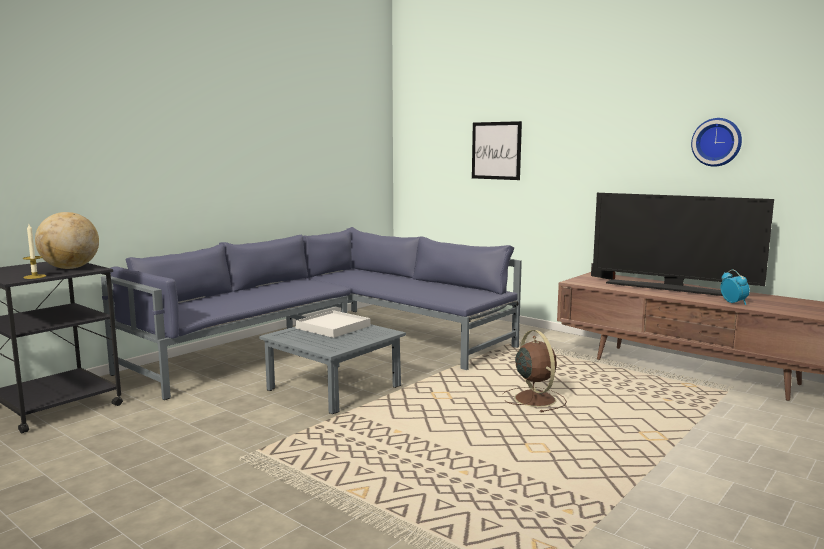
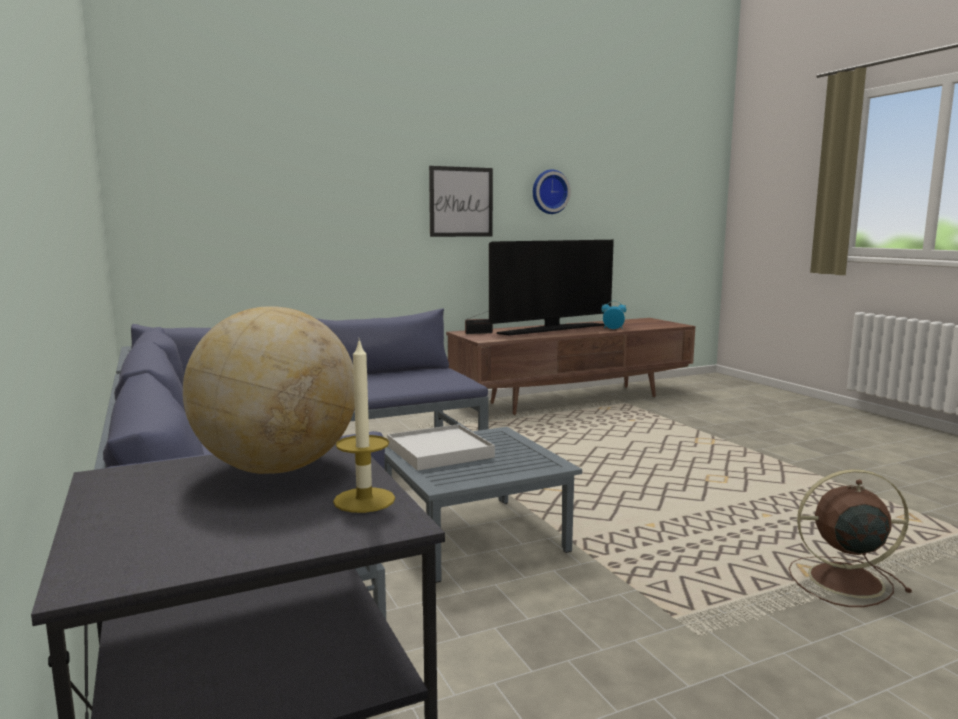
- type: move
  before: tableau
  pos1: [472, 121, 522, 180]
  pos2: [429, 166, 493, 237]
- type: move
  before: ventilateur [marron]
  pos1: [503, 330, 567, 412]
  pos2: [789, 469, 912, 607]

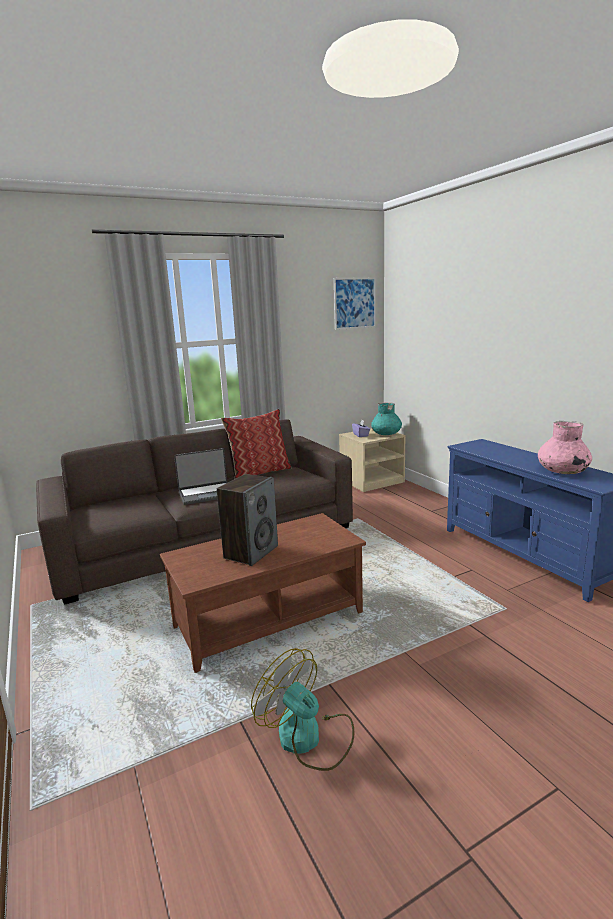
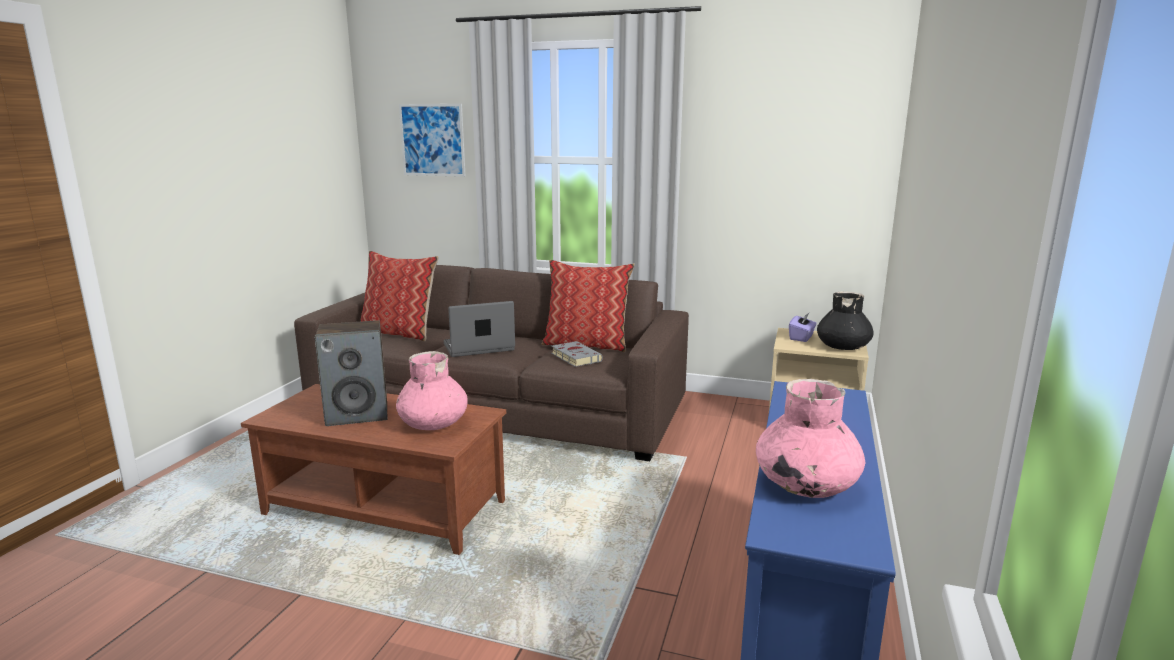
- type: move
  before: tableau
  pos1: [334, 277, 376, 330]
  pos2: [399, 104, 466, 177]
- type: recolor
  before: vase [turquoise]
  after: vase [noir]
  pos1: [371, 402, 402, 435]
  pos2: [817, 291, 874, 350]
- type: rotate
  before: ordinateur portable
  pos1: [174, 448, 227, 505]
  pos2: [444, 301, 515, 357]
  turn: 135
- type: delete
  before: ventilateur
  pos1: [251, 648, 355, 771]
- type: insert
  after: coussin
  pos2: [360, 251, 439, 342]
- type: insert
  after: livre [gris]
  pos2: [551, 341, 603, 367]
- type: insert
  after: vase [rose]
  pos2: [396, 351, 468, 430]

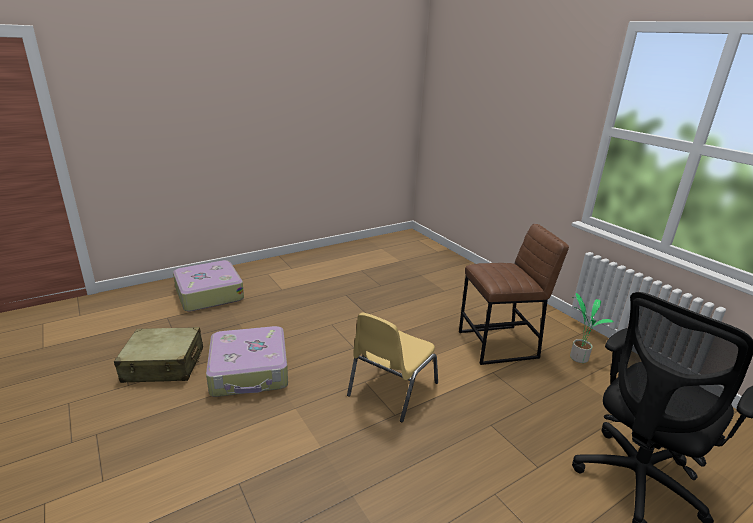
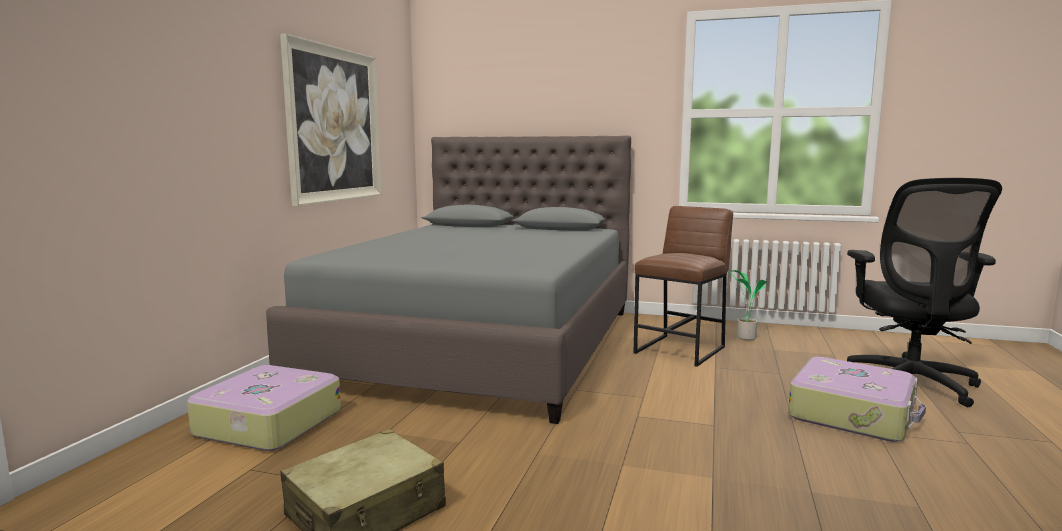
- type: delete
  before: chaise [jaune]
  pos1: [347, 313, 438, 422]
- type: move
  before: valise
  pos1: [206, 326, 288, 397]
  pos2: [788, 357, 926, 442]
- type: insert
  after: tableau
  pos2: [280, 33, 382, 206]
- type: insert
  after: lit [gris]
  pos2: [266, 136, 631, 424]

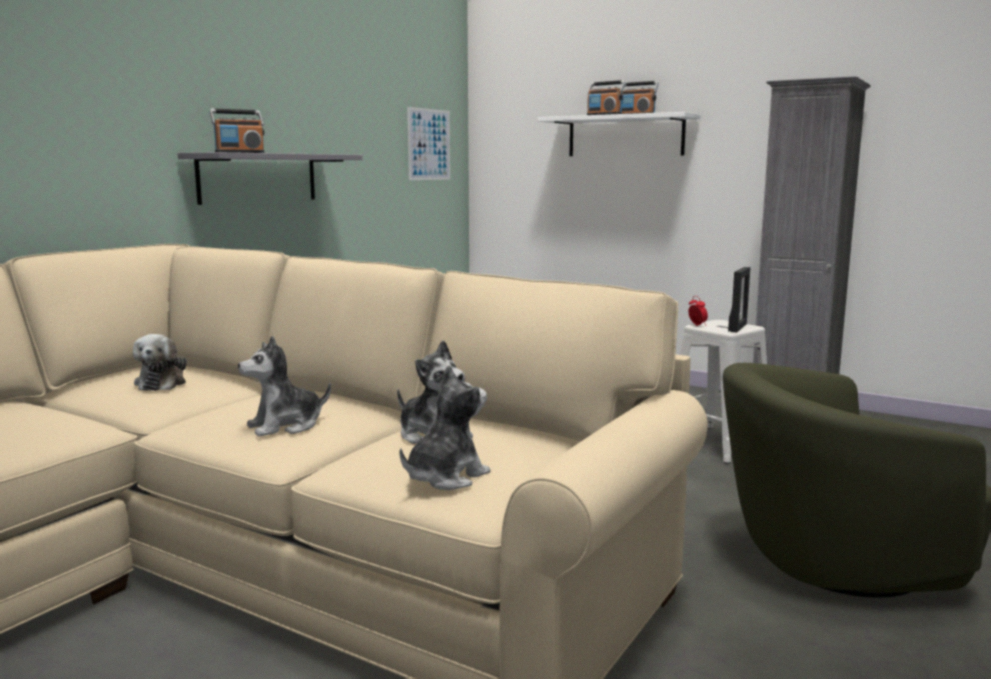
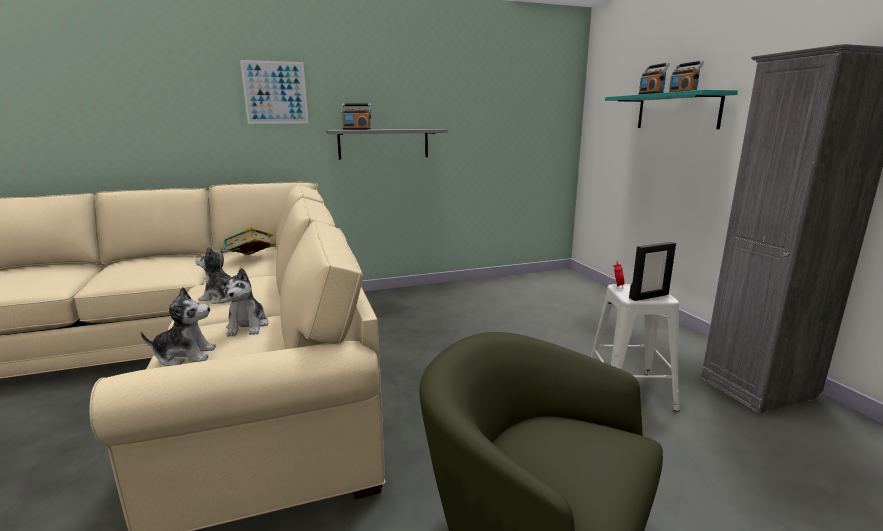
- type: move
  before: tableau
  pos1: [407, 107, 450, 180]
  pos2: [240, 60, 308, 124]
- type: recolor
  before: étagère [blanc]
  after: étagère [turquoise]
  pos1: [538, 112, 701, 156]
  pos2: [605, 90, 738, 129]
- type: replace
  before: peluche
  after: livre
  pos1: [133, 334, 187, 391]
  pos2: [224, 227, 276, 255]

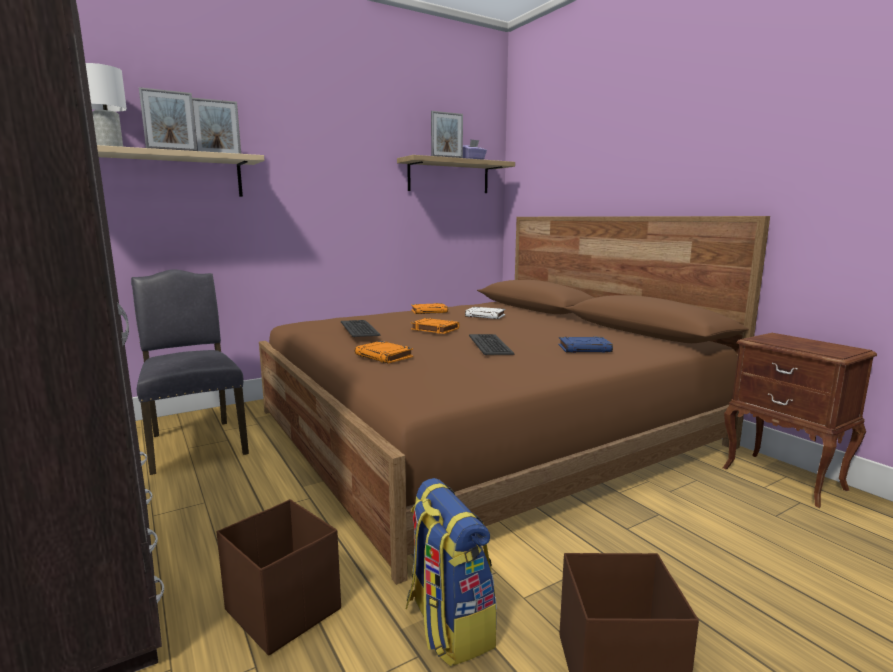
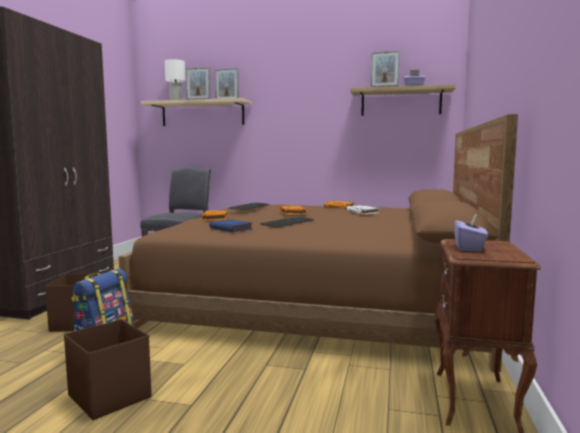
- type: move
  before: livre [bleu]
  pos1: [558, 336, 613, 353]
  pos2: [209, 219, 253, 232]
- type: insert
  after: boîte à mouchoirs [violet]
  pos2: [454, 214, 488, 251]

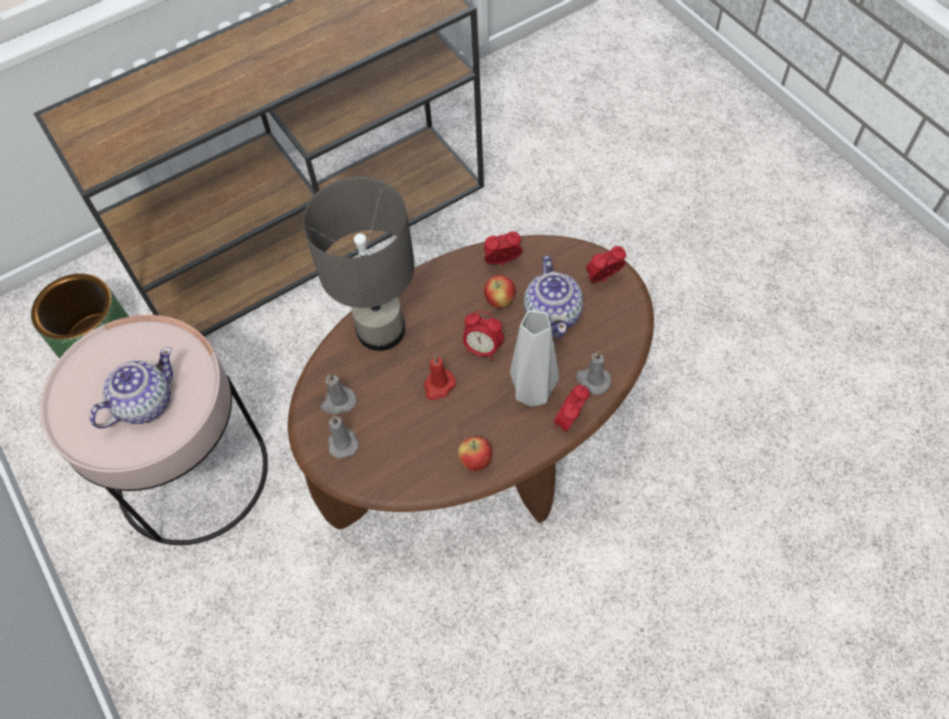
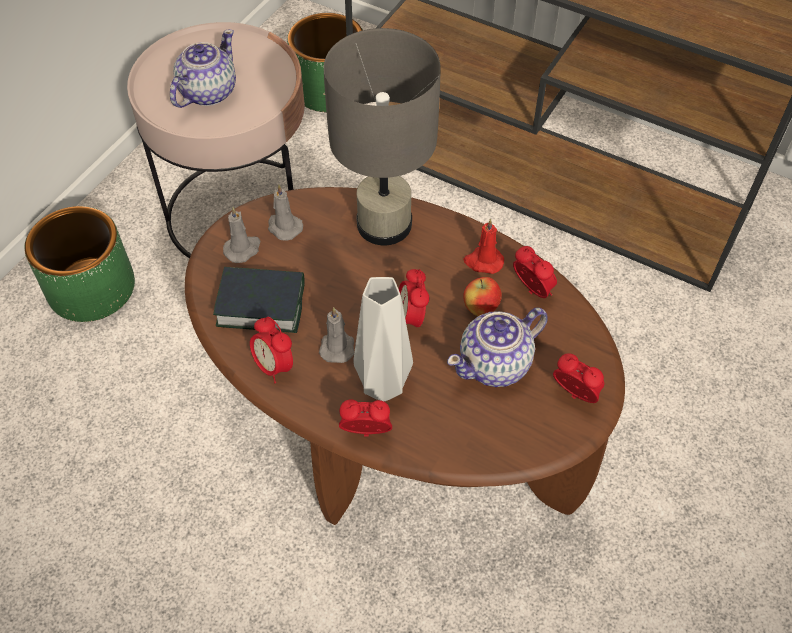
- type: rotate
  before: théière
  pos1: [89, 347, 173, 429]
  pos2: [170, 29, 236, 108]
  turn: -75
- type: move
  before: bougie [gris]
  pos1: [576, 351, 611, 395]
  pos2: [319, 307, 354, 363]
- type: move
  before: bougie [rouge]
  pos1: [424, 355, 456, 400]
  pos2: [463, 218, 504, 274]
- type: replace
  before: pomme
  after: réveil
  pos1: [458, 437, 492, 471]
  pos2: [250, 317, 293, 384]
- type: insert
  after: cache-pot [vert]
  pos2: [24, 206, 135, 322]
- type: insert
  after: livre
  pos2: [213, 267, 305, 333]

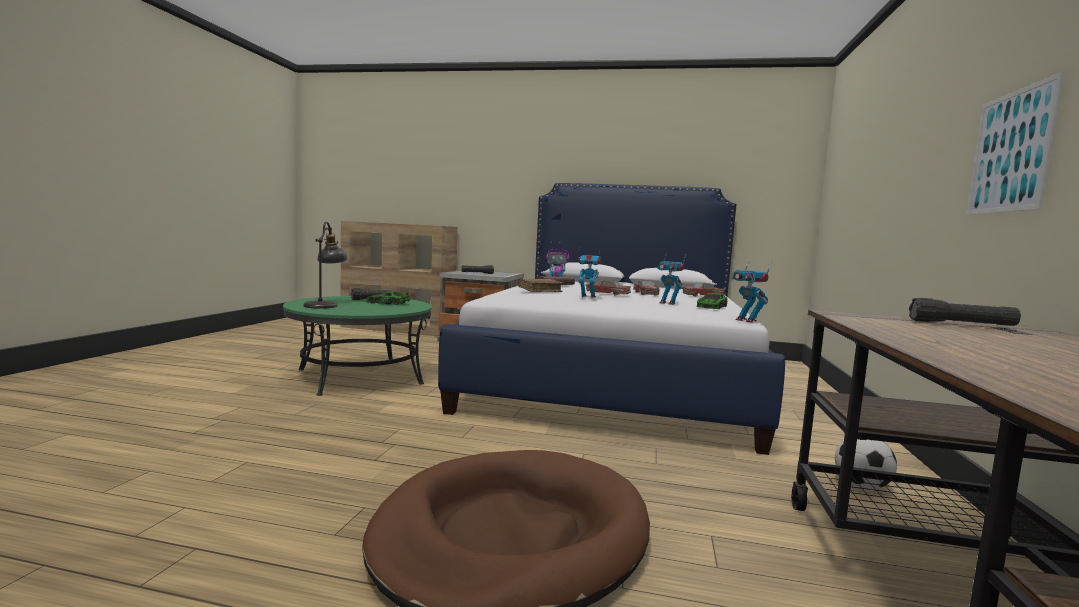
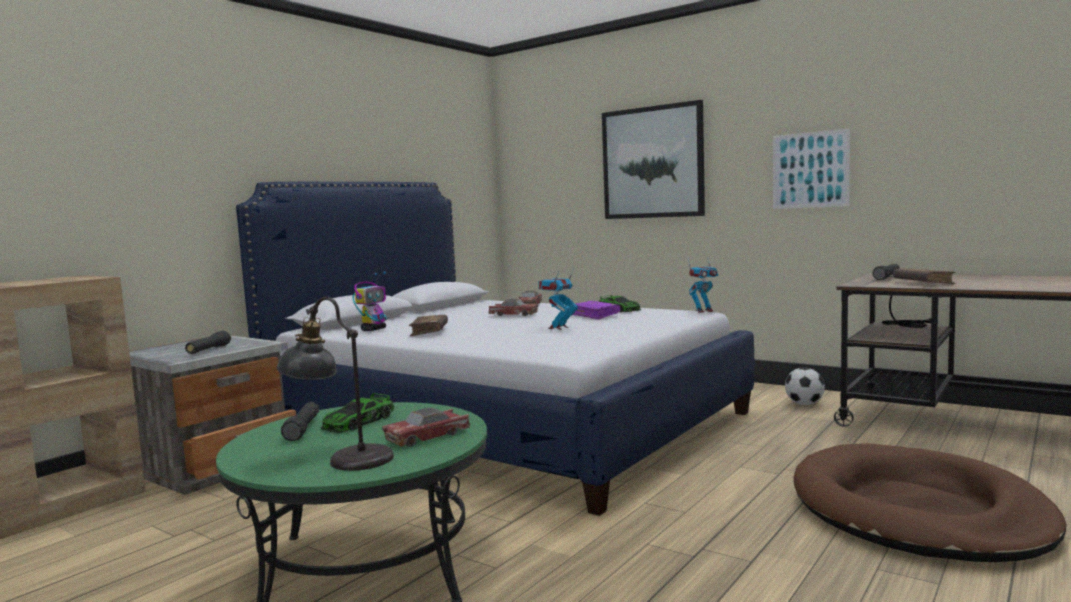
- type: replace
  before: robot jouet
  after: livre [violet]
  pos1: [657, 254, 686, 305]
  pos2: [573, 301, 620, 320]
- type: move
  before: livre [marron]
  pos1: [518, 279, 564, 292]
  pos2: [893, 268, 956, 284]
- type: move
  before: petite voiture
  pos1: [586, 280, 631, 296]
  pos2: [382, 408, 470, 447]
- type: insert
  after: tableau
  pos2: [602, 100, 705, 219]

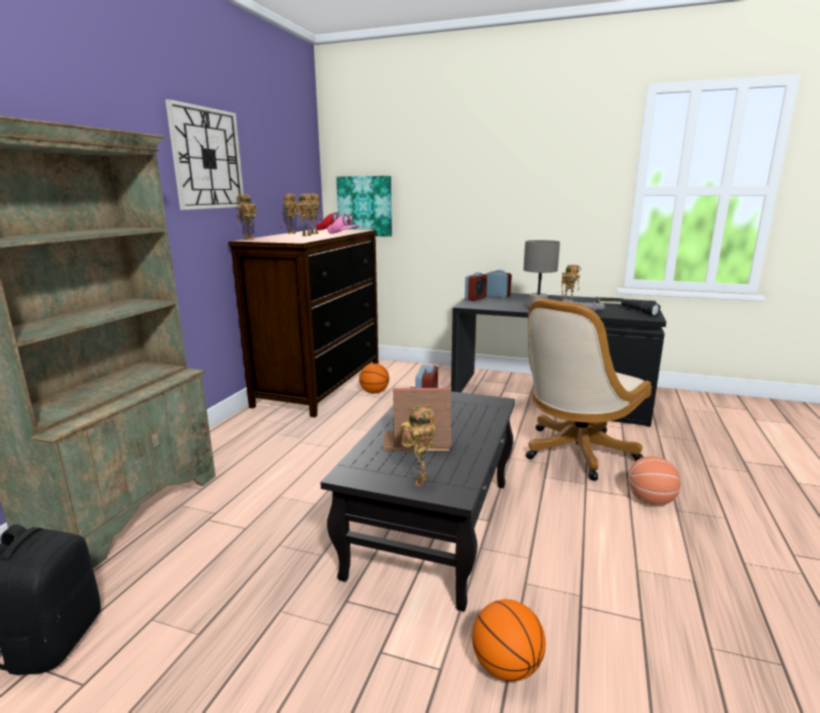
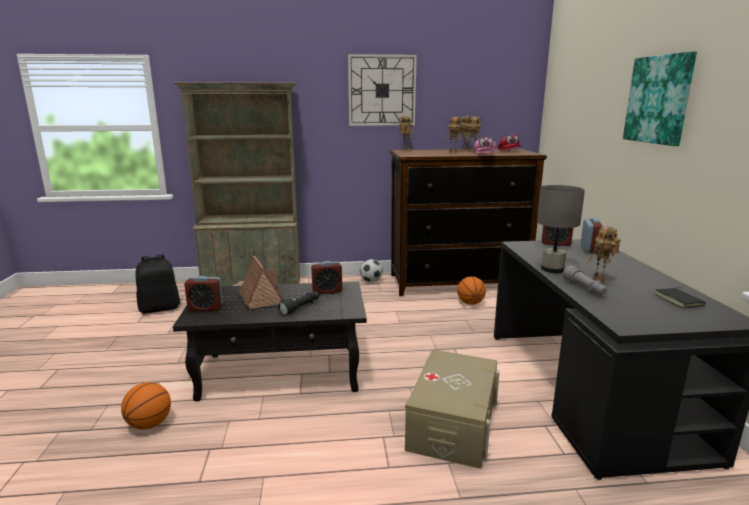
- type: move
  before: tableau
  pos1: [336, 176, 392, 237]
  pos2: [623, 51, 697, 146]
- type: replace
  before: chaise de bureau
  after: boîte de rangement [beige]
  pos1: [526, 298, 652, 481]
  pos2: [405, 350, 499, 469]
- type: move
  before: lampe de poche [noir]
  pos1: [621, 299, 660, 316]
  pos2: [278, 291, 320, 316]
- type: replace
  before: robot jouet
  after: réveil
  pos1: [401, 405, 436, 487]
  pos2: [184, 276, 223, 311]
- type: delete
  before: ballon de basket
  pos1: [628, 456, 681, 506]
- type: insert
  after: ballon de foot
  pos2: [360, 259, 383, 282]

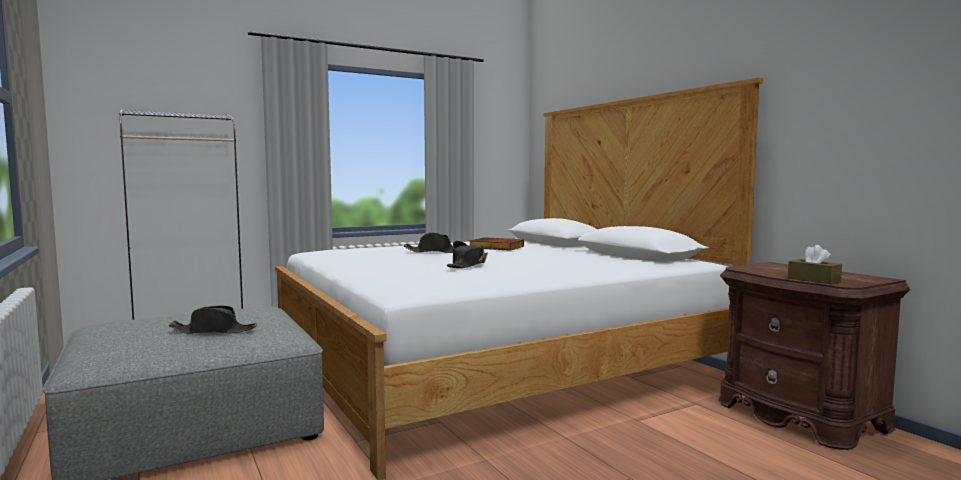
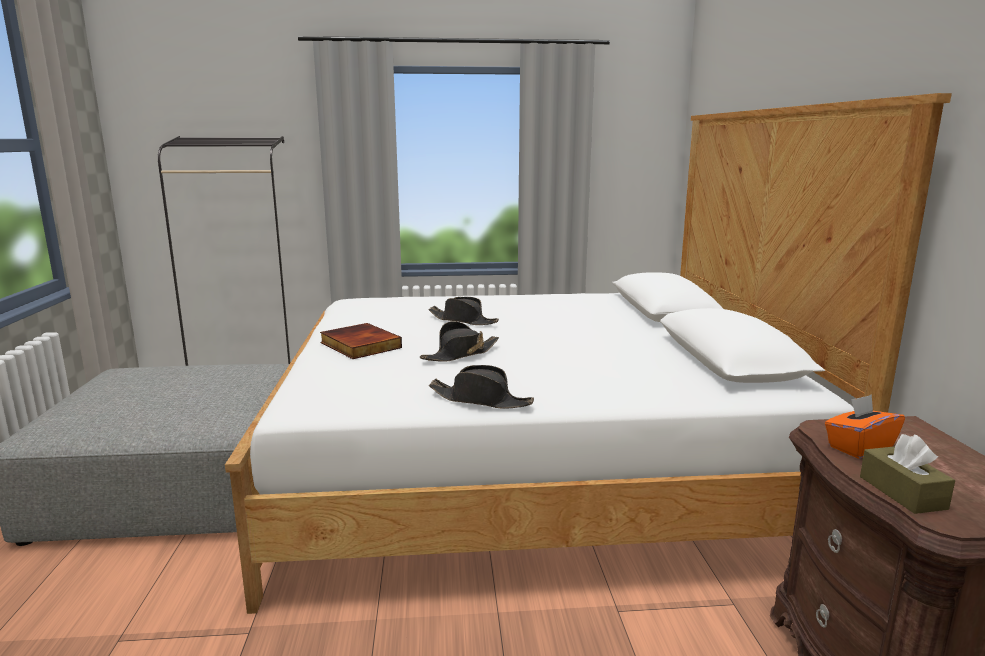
- type: move
  before: livre
  pos1: [470, 237, 524, 251]
  pos2: [320, 323, 402, 359]
- type: move
  before: chapeau [noir]
  pos1: [168, 305, 257, 334]
  pos2: [429, 365, 534, 409]
- type: insert
  after: boîte à mouchoirs [orange]
  pos2: [825, 394, 905, 459]

